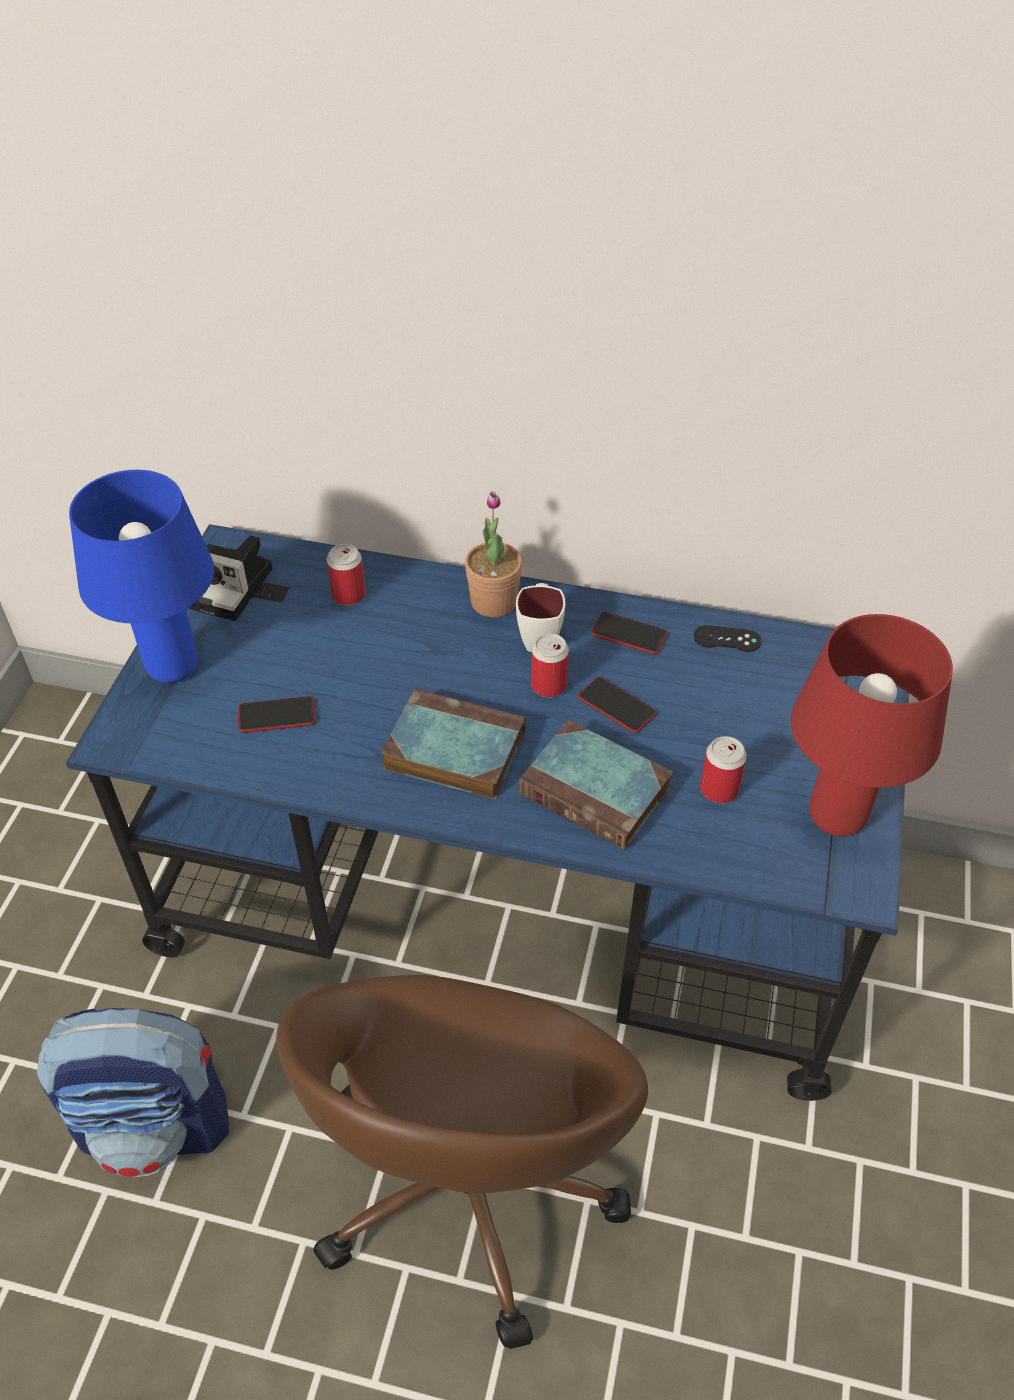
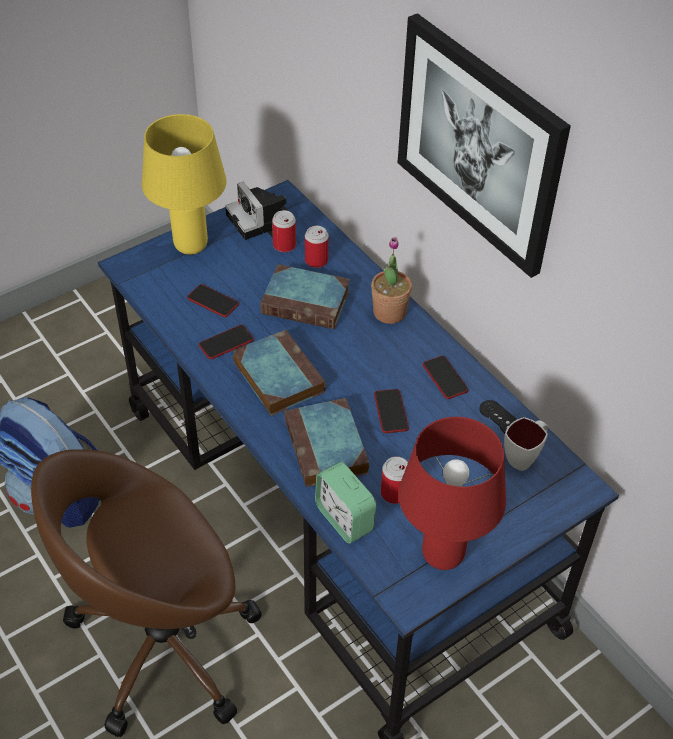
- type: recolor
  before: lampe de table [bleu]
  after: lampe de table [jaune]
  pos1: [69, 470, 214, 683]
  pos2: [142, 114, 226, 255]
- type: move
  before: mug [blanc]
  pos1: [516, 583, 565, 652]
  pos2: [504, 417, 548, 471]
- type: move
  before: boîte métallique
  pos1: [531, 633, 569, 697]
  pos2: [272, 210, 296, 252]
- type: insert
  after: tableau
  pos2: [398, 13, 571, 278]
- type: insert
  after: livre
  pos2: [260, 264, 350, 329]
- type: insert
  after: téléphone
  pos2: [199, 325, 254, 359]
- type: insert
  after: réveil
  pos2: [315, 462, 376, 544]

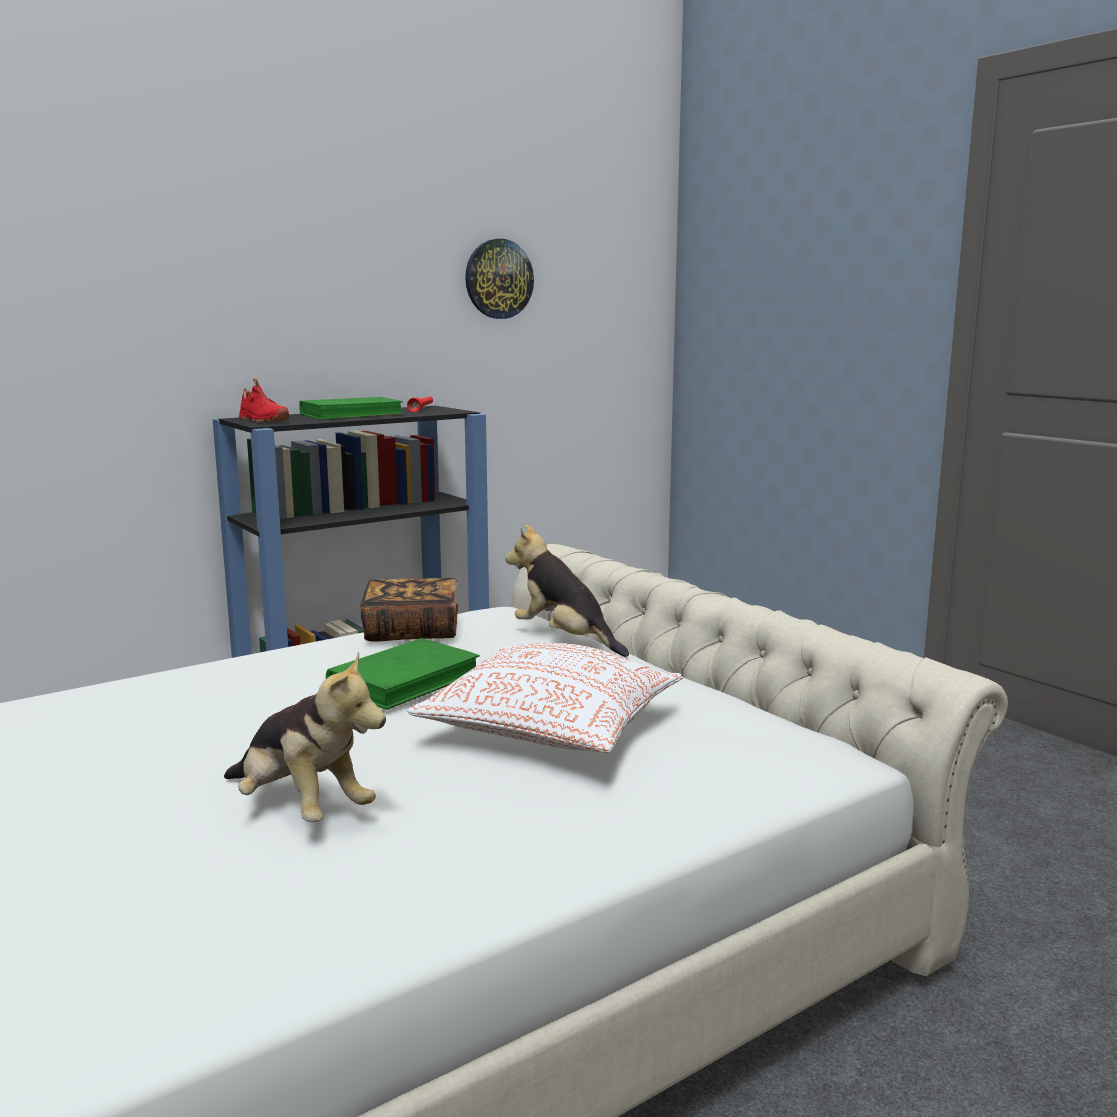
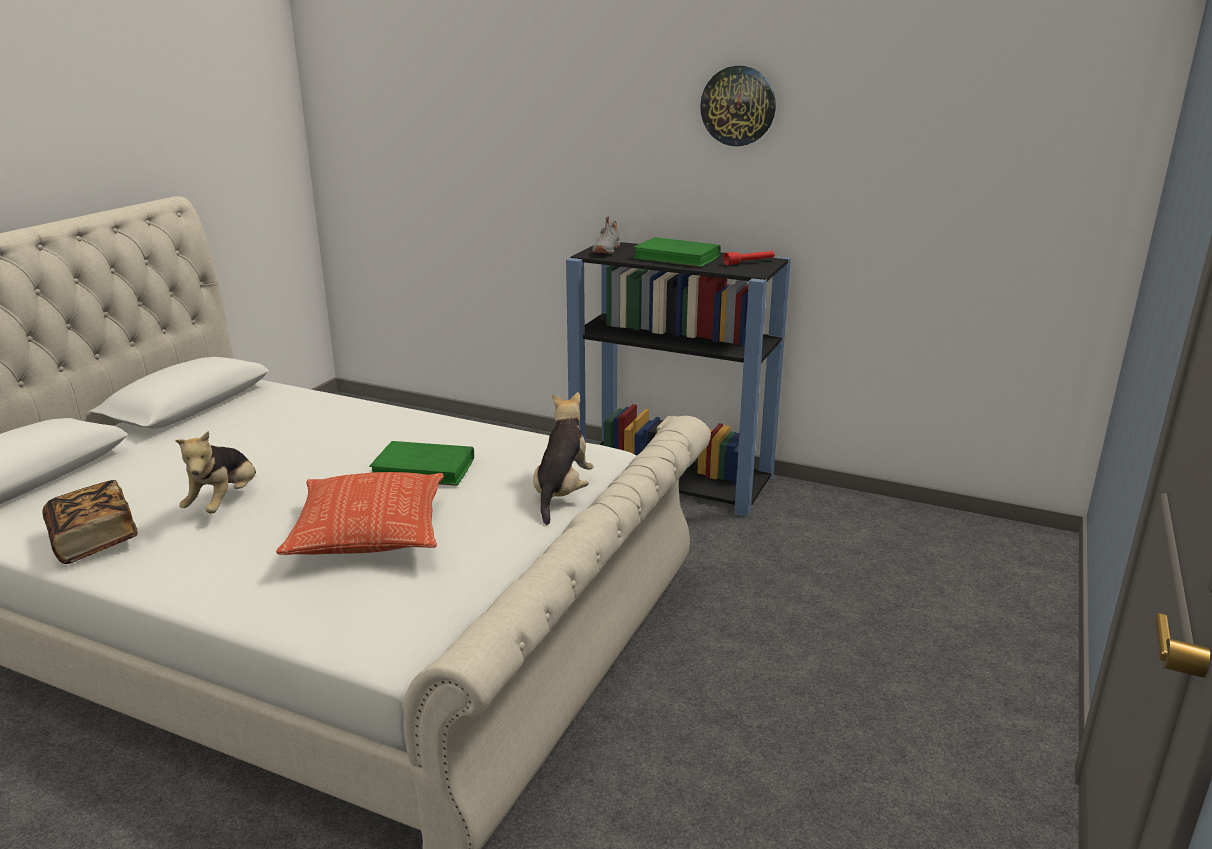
- type: move
  before: horloge murale
  pos1: [465, 239, 534, 319]
  pos2: [700, 66, 776, 146]
- type: recolor
  before: chaussure [rouge]
  after: chaussure [gris]
  pos1: [239, 378, 289, 422]
  pos2: [592, 216, 620, 254]
- type: move
  before: livre
  pos1: [360, 578, 458, 642]
  pos2: [42, 480, 138, 564]
- type: recolor
  before: coussin [blanc]
  after: coussin [orange]
  pos1: [407, 643, 683, 753]
  pos2: [276, 472, 444, 555]

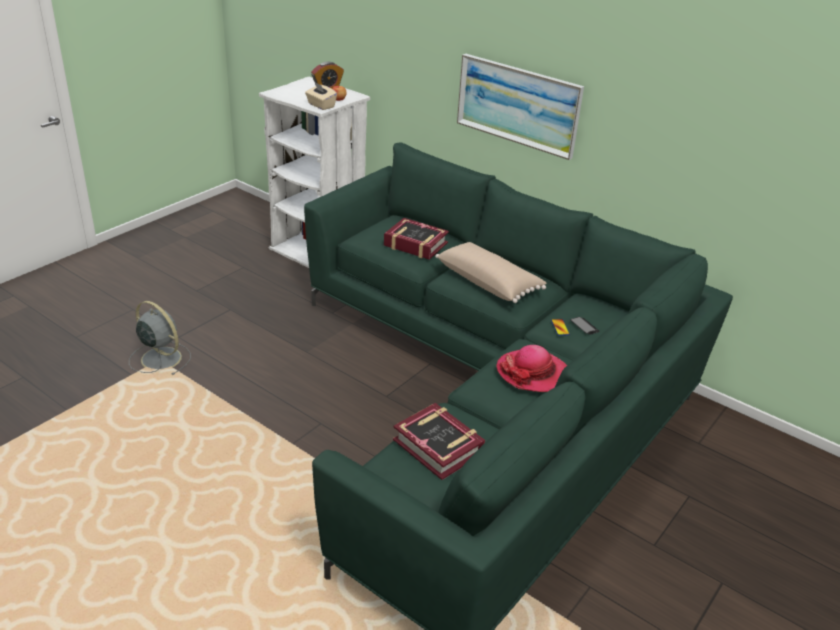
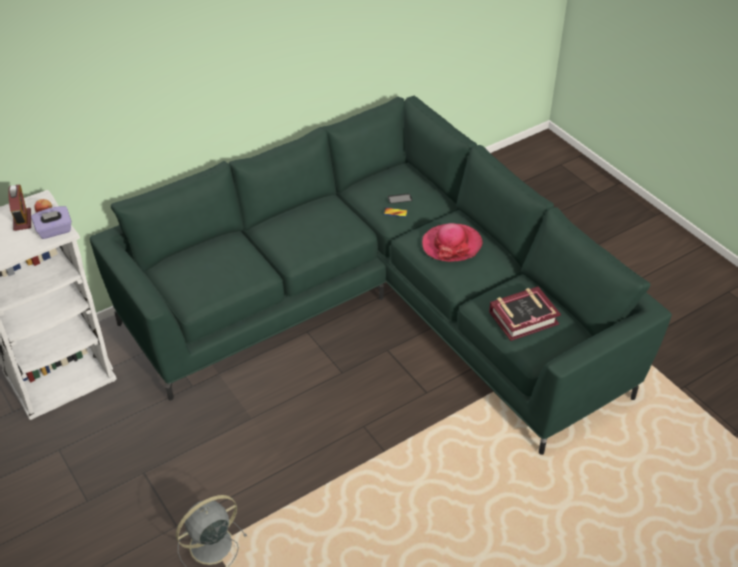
- type: delete
  before: tableau
  pos1: [457, 54, 584, 160]
- type: recolor
  before: boîte à mouchoirs [beige]
  after: boîte à mouchoirs [violet]
  pos1: [305, 82, 337, 110]
  pos2: [31, 206, 72, 239]
- type: delete
  before: livre
  pos1: [384, 218, 449, 260]
- type: delete
  before: coussin [beige]
  pos1: [435, 242, 547, 303]

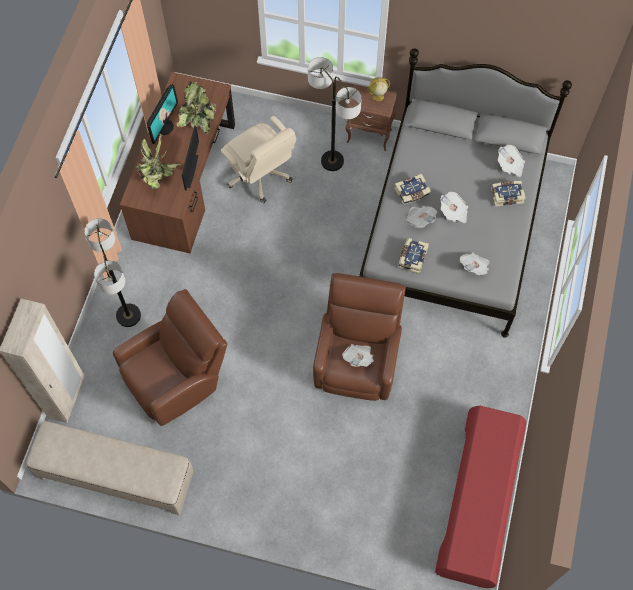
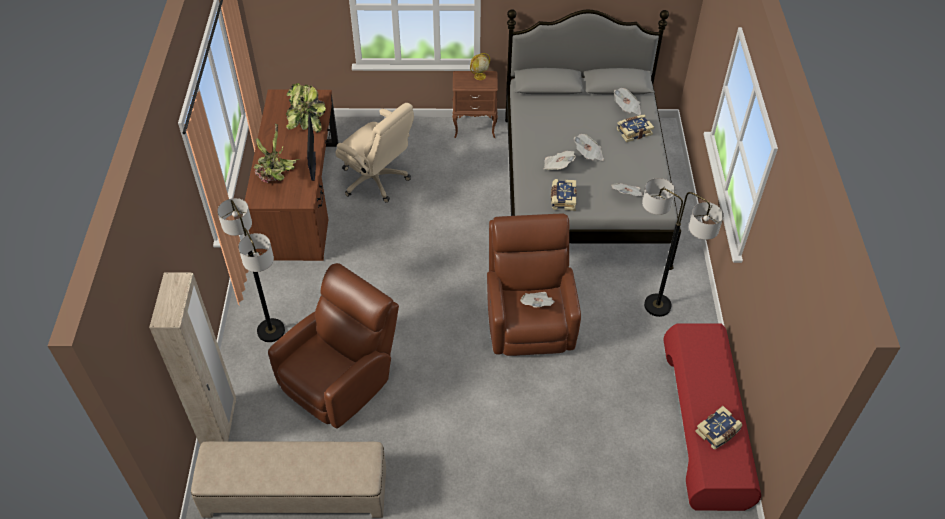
- type: move
  before: lampadaire
  pos1: [308, 57, 362, 171]
  pos2: [642, 178, 724, 317]
- type: delete
  before: écran d'ordinateur
  pos1: [146, 84, 178, 144]
- type: move
  before: livre
  pos1: [394, 174, 431, 205]
  pos2: [695, 406, 742, 449]

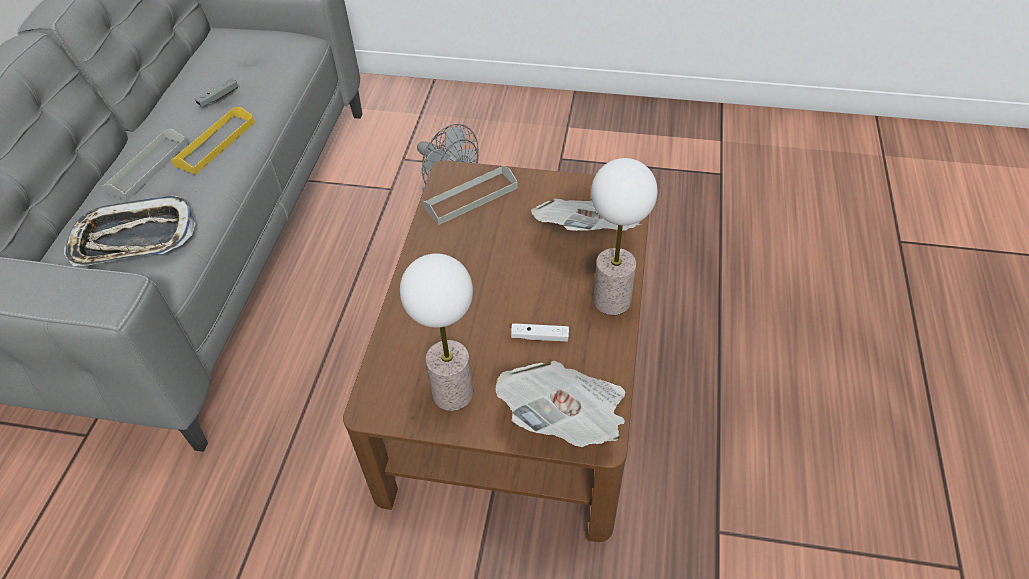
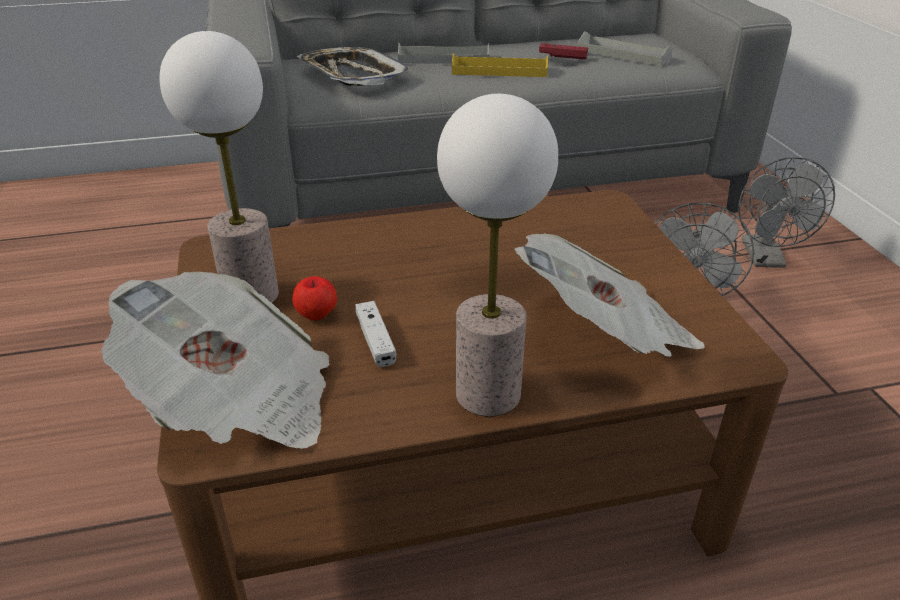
- type: recolor
  before: manette [gris]
  after: manette [rouge]
  pos1: [195, 78, 238, 107]
  pos2: [539, 43, 588, 60]
- type: move
  before: plateau [gris]
  pos1: [423, 166, 518, 225]
  pos2: [578, 31, 673, 66]
- type: insert
  after: ventilateur [gris]
  pos2: [738, 157, 835, 268]
- type: insert
  after: pomme
  pos2: [292, 276, 337, 321]

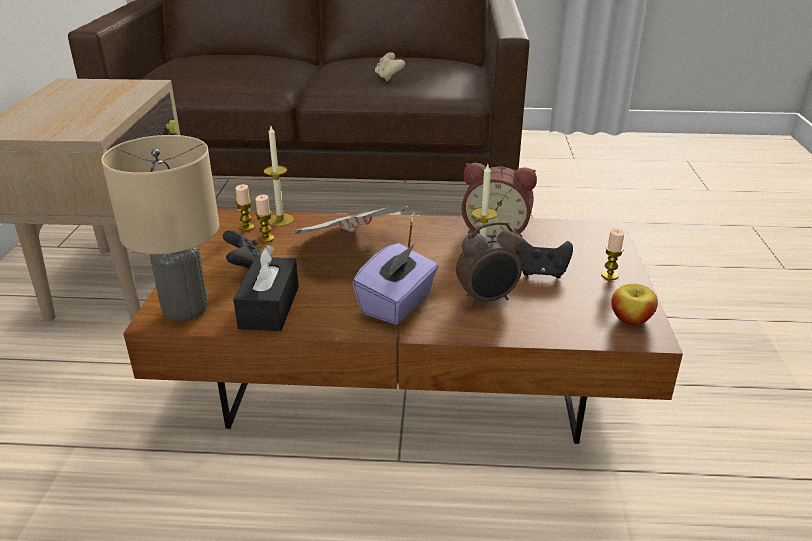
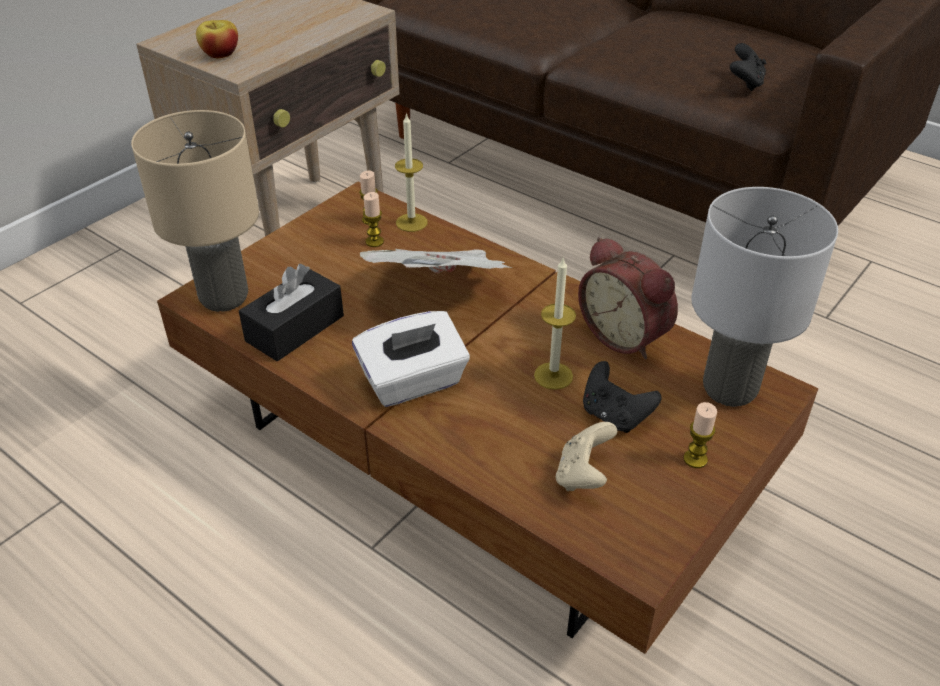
- type: move
  before: manette [beige]
  pos1: [375, 52, 405, 81]
  pos2: [556, 422, 617, 491]
- type: delete
  before: réveil
  pos1: [456, 221, 522, 307]
- type: move
  before: manette [noir]
  pos1: [223, 230, 261, 270]
  pos2: [730, 43, 766, 91]
- type: recolor
  before: boîte à mouchoirs [violet]
  after: boîte à mouchoirs [blanc]
  pos1: [352, 243, 438, 325]
  pos2: [352, 311, 470, 407]
- type: move
  before: pomme
  pos1: [611, 284, 658, 326]
  pos2: [196, 20, 238, 58]
- type: insert
  after: lampe de table [blanc]
  pos2: [691, 187, 838, 407]

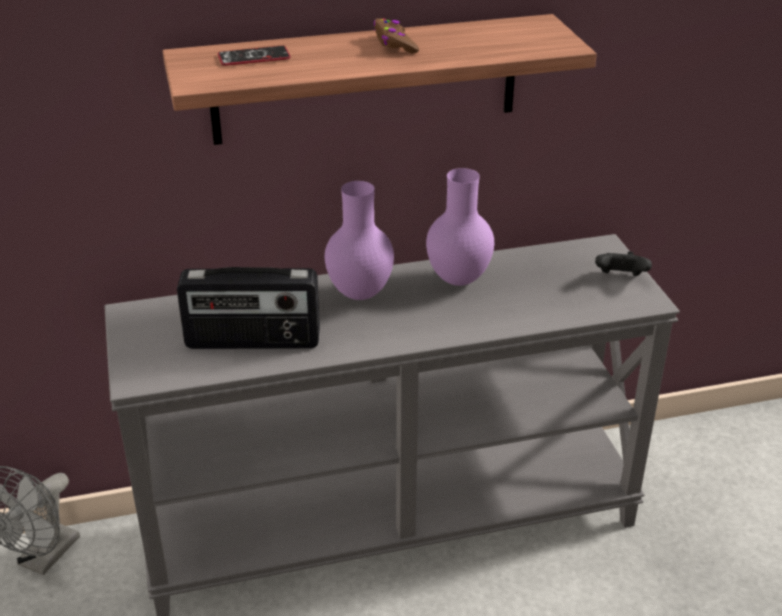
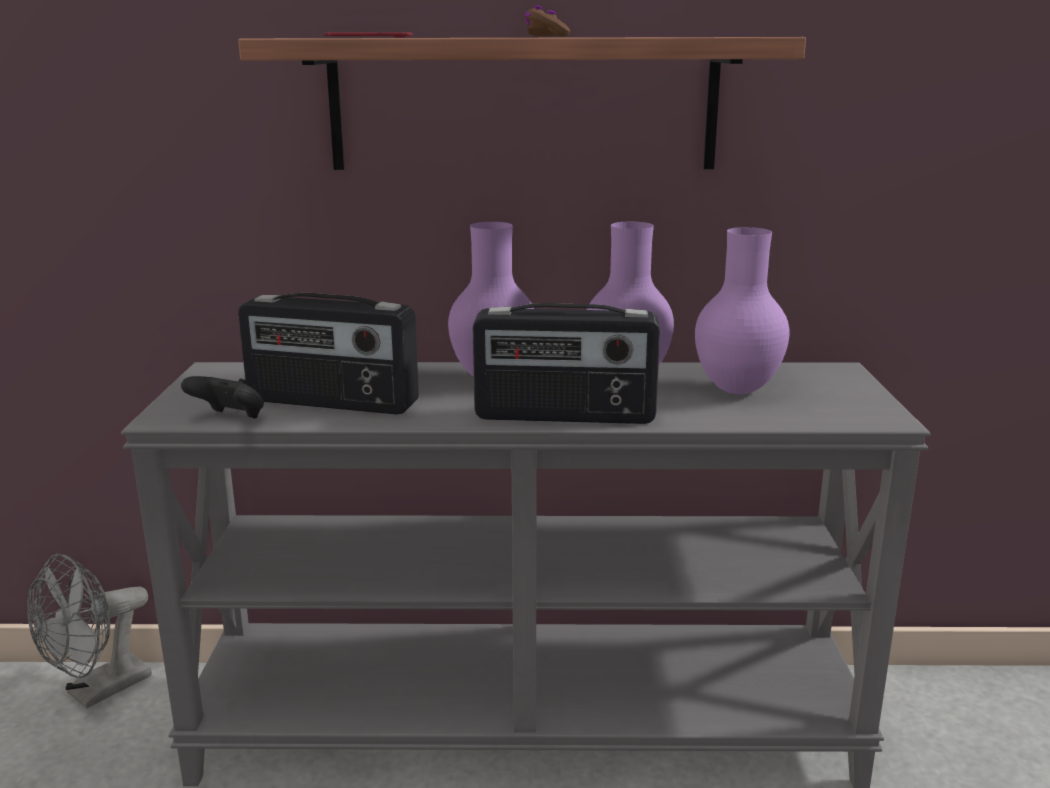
- type: move
  before: manette [noir]
  pos1: [595, 252, 652, 276]
  pos2: [181, 376, 264, 418]
- type: insert
  after: vase [violet]
  pos2: [695, 227, 789, 395]
- type: insert
  after: radio
  pos2: [473, 303, 660, 424]

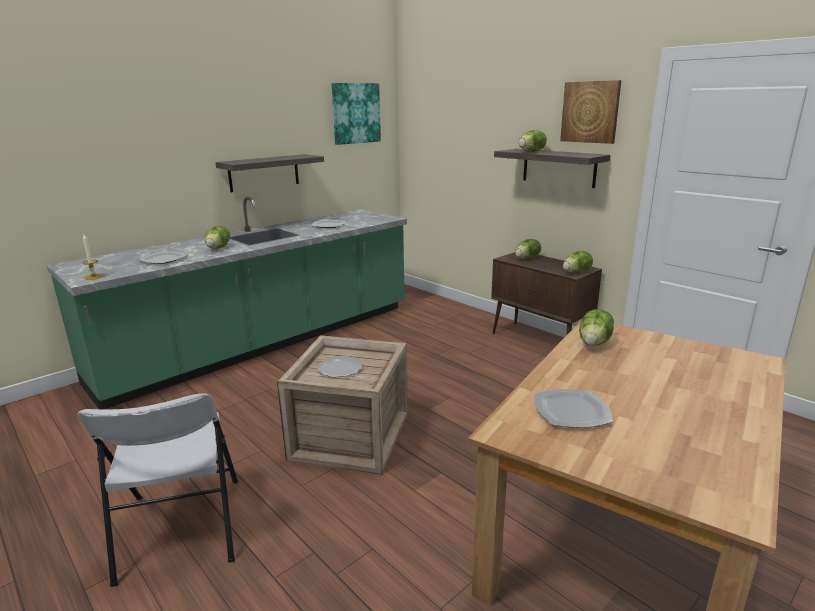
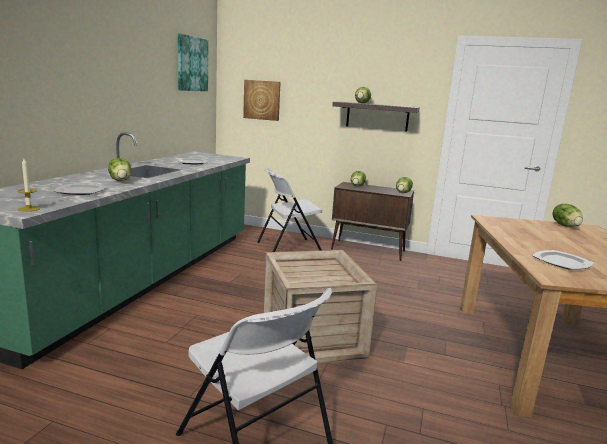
- type: move
  before: tableau
  pos1: [560, 80, 622, 144]
  pos2: [243, 80, 281, 121]
- type: delete
  before: étagère
  pos1: [215, 154, 324, 192]
- type: move
  before: laitue
  pos1: [579, 309, 614, 346]
  pos2: [552, 204, 583, 227]
- type: delete
  before: assiette
  pos1: [317, 356, 362, 377]
- type: insert
  after: chaise [blanc]
  pos2: [257, 168, 322, 252]

